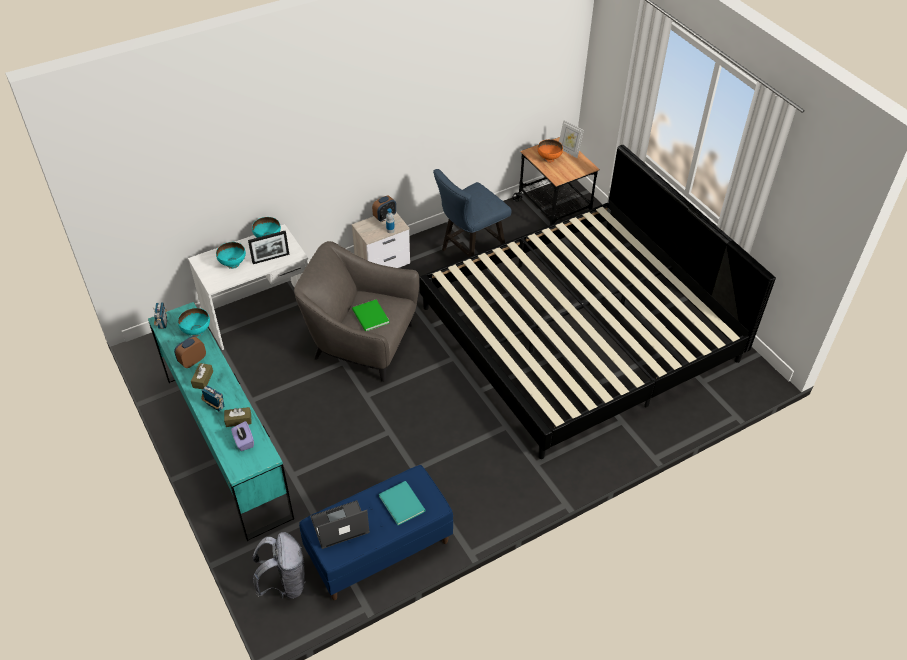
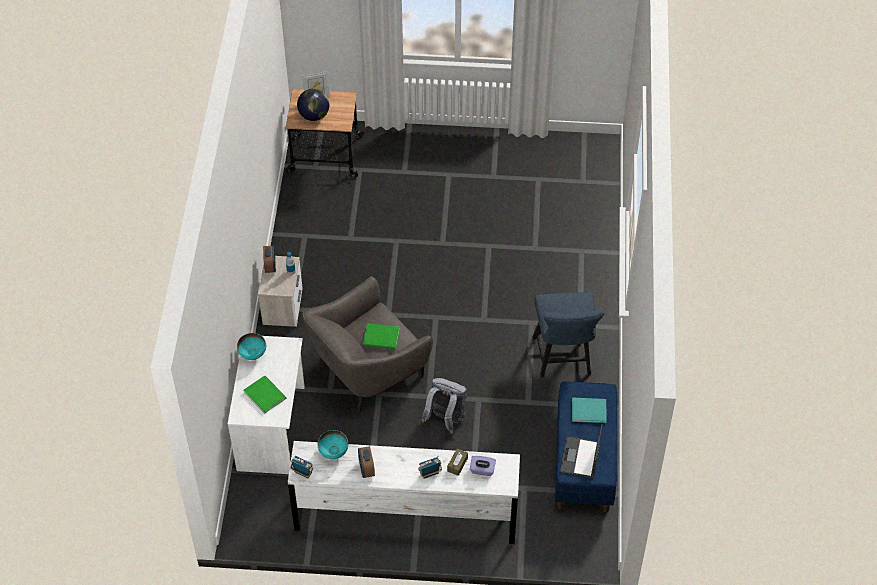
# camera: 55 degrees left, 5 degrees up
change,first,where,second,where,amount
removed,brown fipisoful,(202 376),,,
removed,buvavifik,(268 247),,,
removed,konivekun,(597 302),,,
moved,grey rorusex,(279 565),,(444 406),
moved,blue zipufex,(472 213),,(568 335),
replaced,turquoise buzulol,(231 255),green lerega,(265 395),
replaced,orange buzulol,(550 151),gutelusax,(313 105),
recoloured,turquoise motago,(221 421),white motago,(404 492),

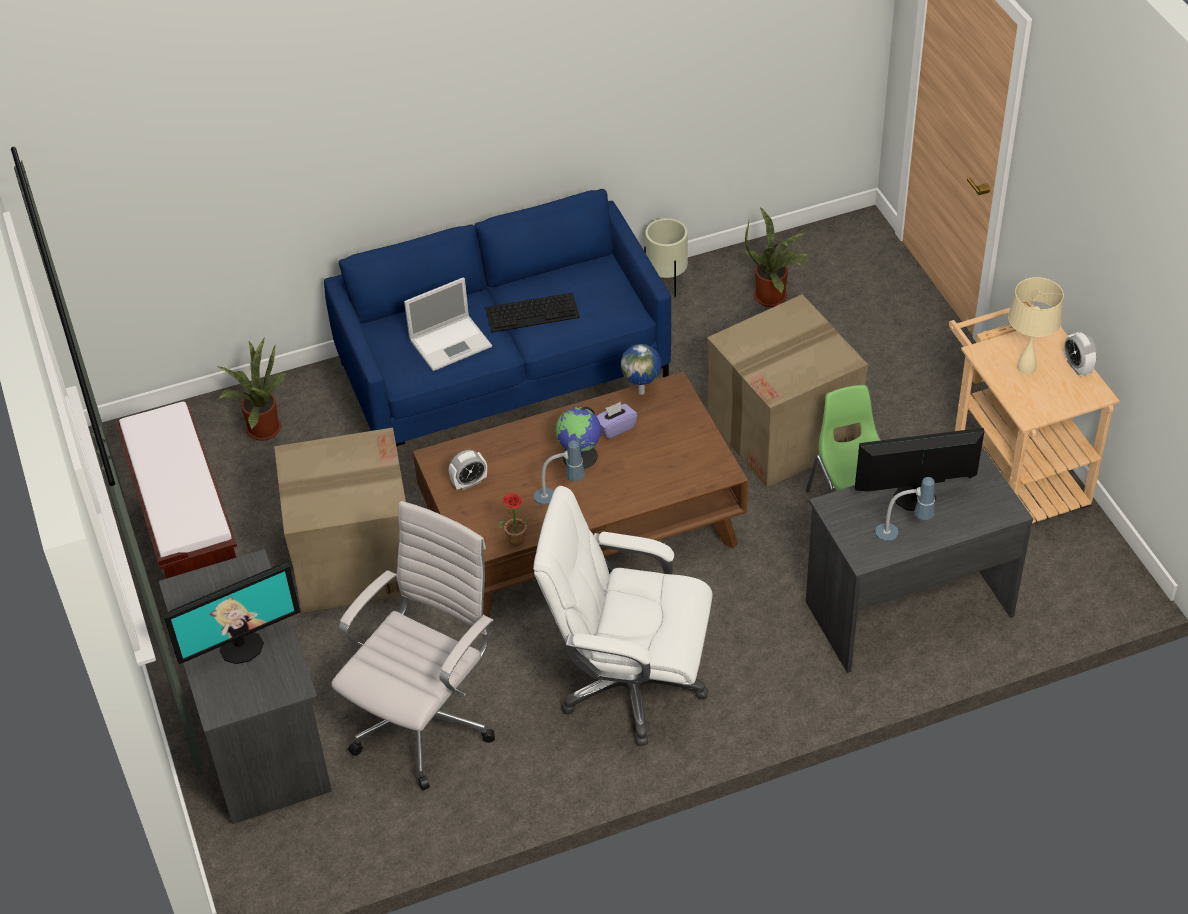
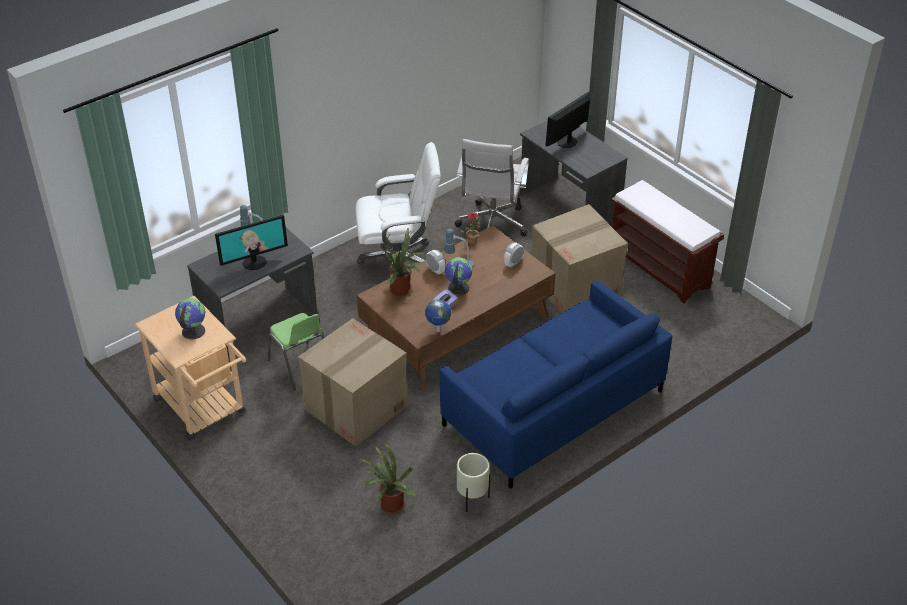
# camera: 160 degrees right, 5 degrees down
change,first,where,second,where,amount
removed,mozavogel,(448 324),,,
removed,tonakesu,(532 312),,,
moved,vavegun,(252 390),,(405 262),
moved,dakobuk,(1080 354),,(435 262),
replaced,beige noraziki,(1036 325),gutelusax,(190 318),

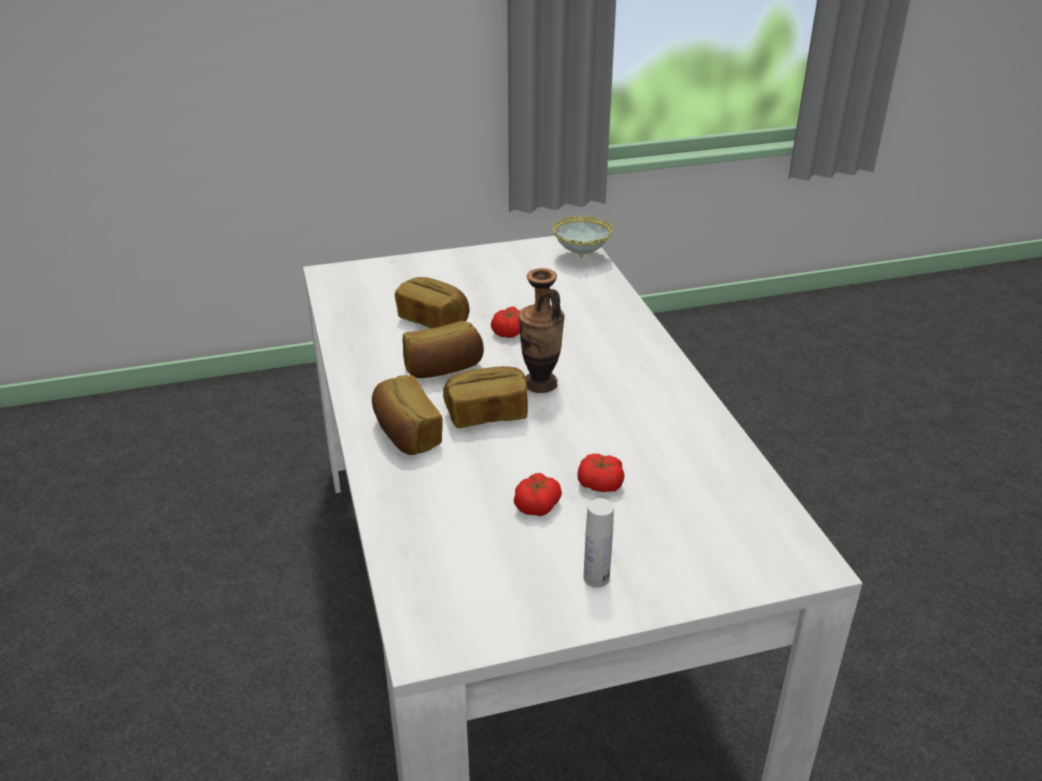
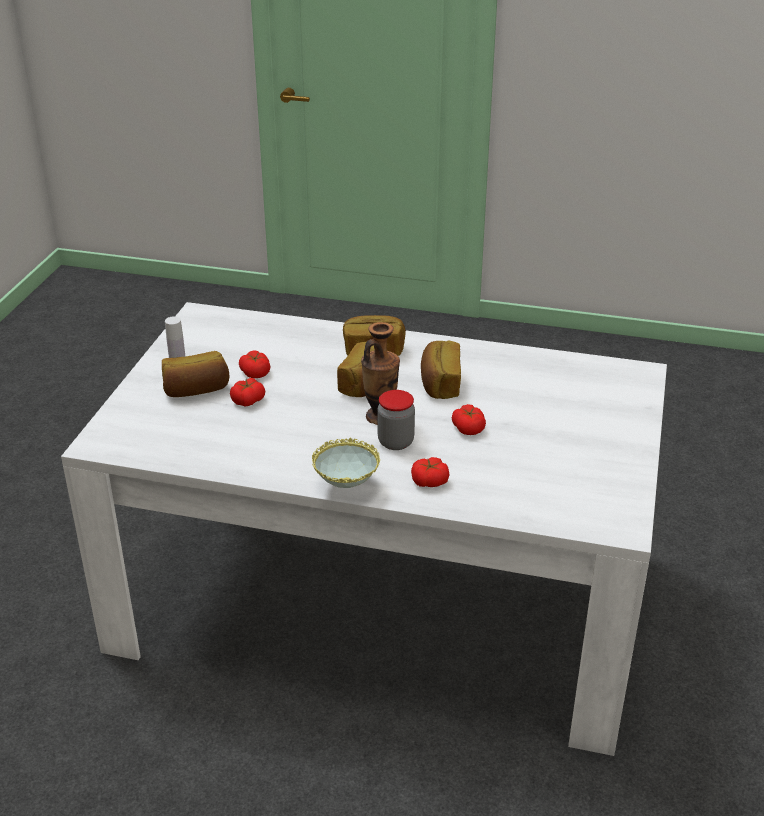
# camera: 120 degrees right, 0 degrees up
change,first,where,second,where,amount
added,,,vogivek,(396 420),
added,,,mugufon,(430 472),
moved,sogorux,(432 303),,(195 374),
moved,buzulol,(582 236),,(346 463),

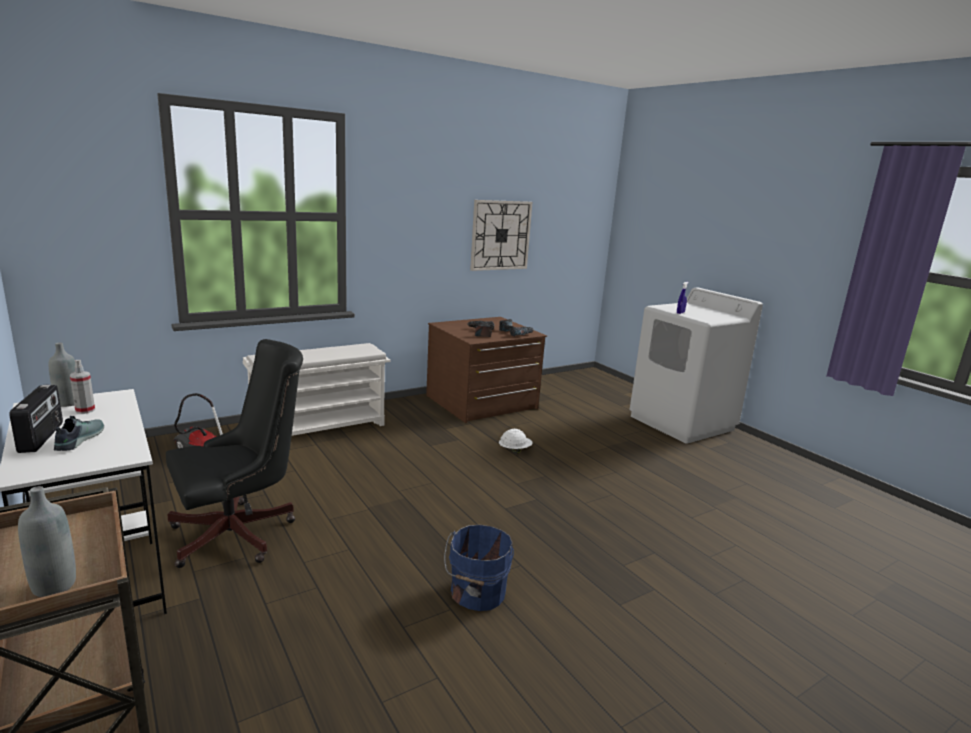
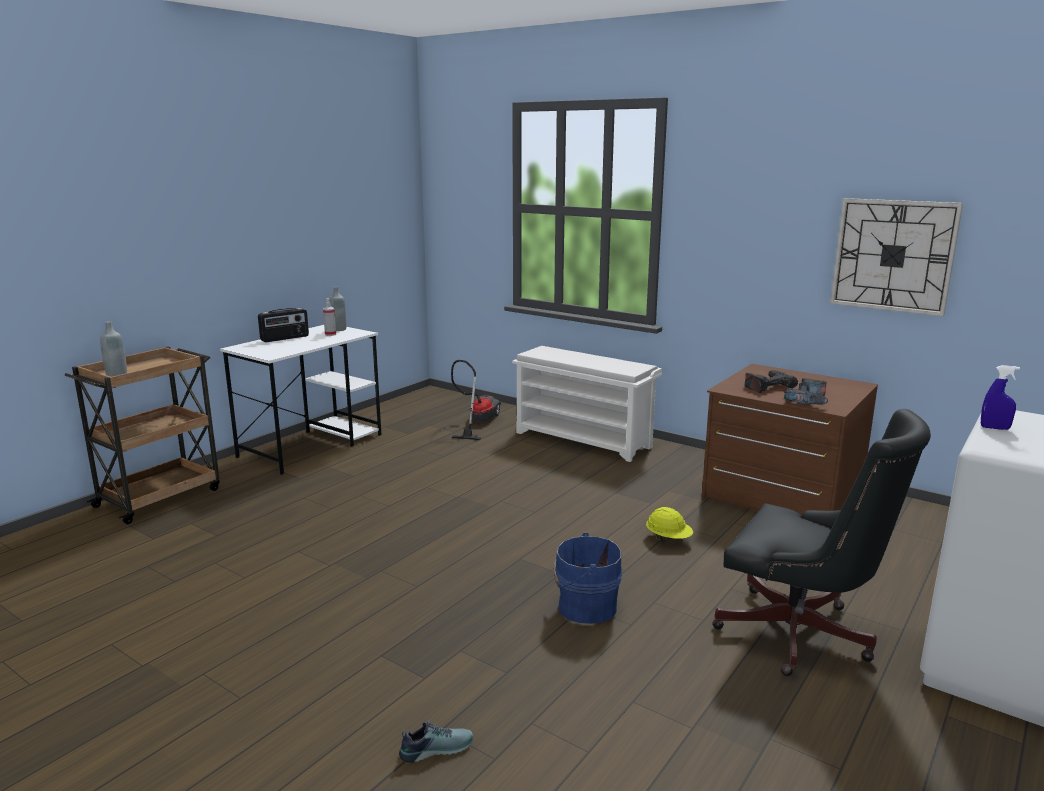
# camera: 70 degrees right, 0 degrees up
change,first,where,second,where,amount
moved,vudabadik,(79 433),,(436 742),
moved,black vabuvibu,(234 453),,(821 542),
moved,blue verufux,(479 568),,(588 578),
recoloured,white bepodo,(516 441),yellow bepodo,(669 524),

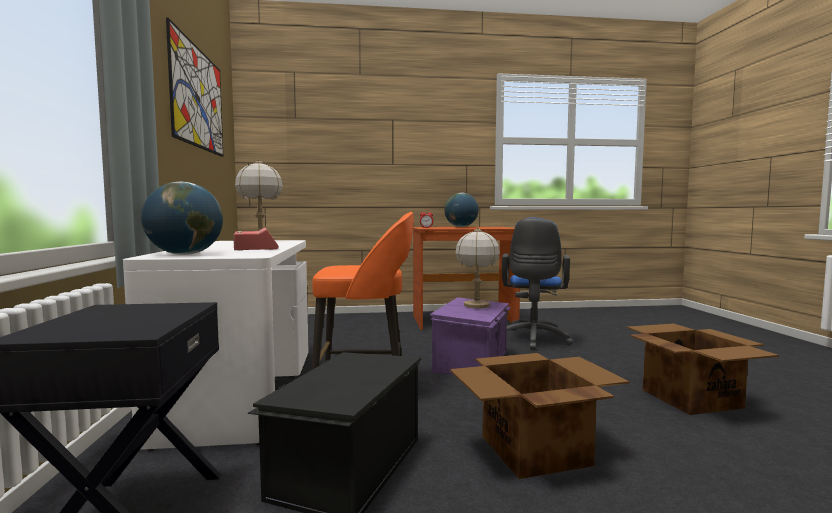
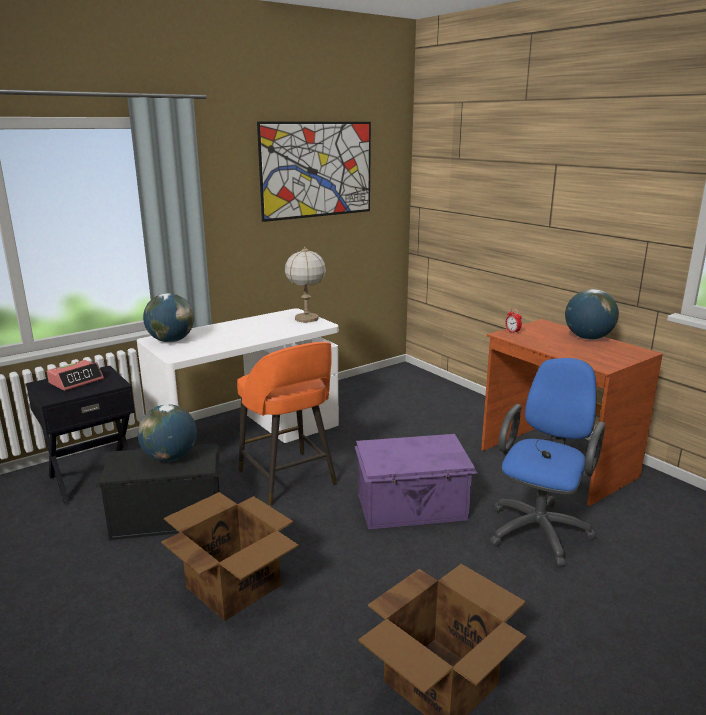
# camera: 60 degrees right, 15 degrees up
change,first,where,second,where,amount
removed,noraziki,(477 268),,,
added,,,gutelusax,(167 433),
moved,dakobuk,(256 239),,(75 375),
turned,blue vabuvibu,(537 284),,(547 462),135 degrees clockwise

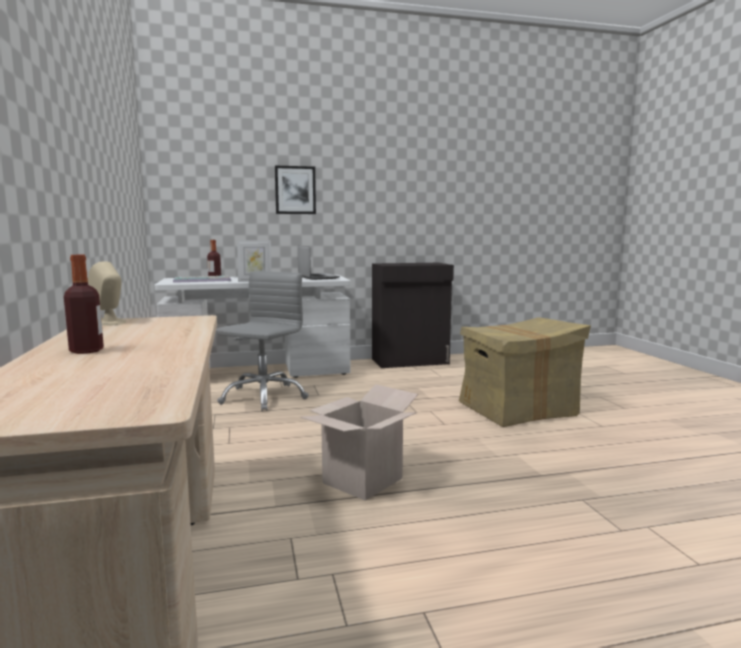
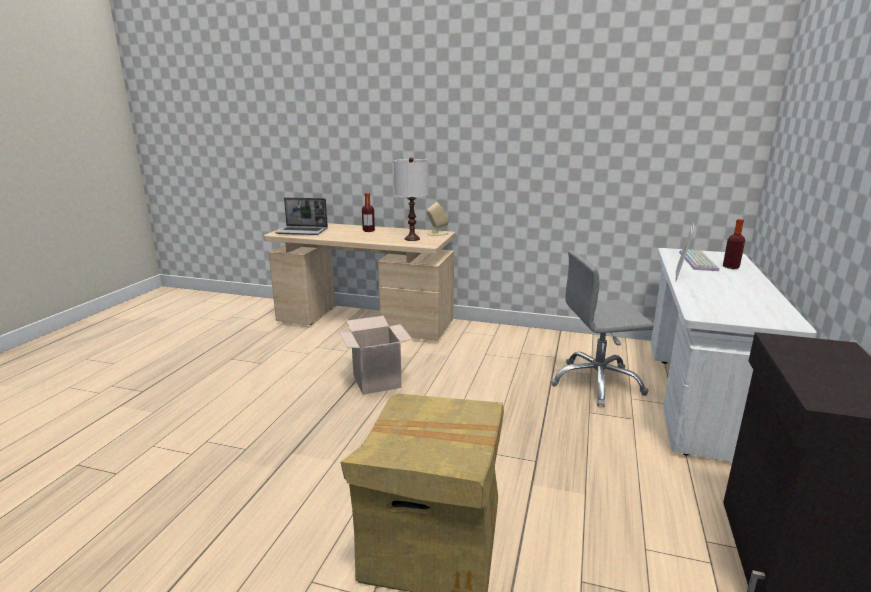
# camera: 120 degrees right, 10 degrees up
change,first,where,second,where,amount
removed,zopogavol,(295 190),,,
added,,,white noraziki,(411 199),
moved,mozavogel,(319 263),,(301 216),
turned,grey vabuvibu,(262 341),,(602 328),120 degrees clockwise

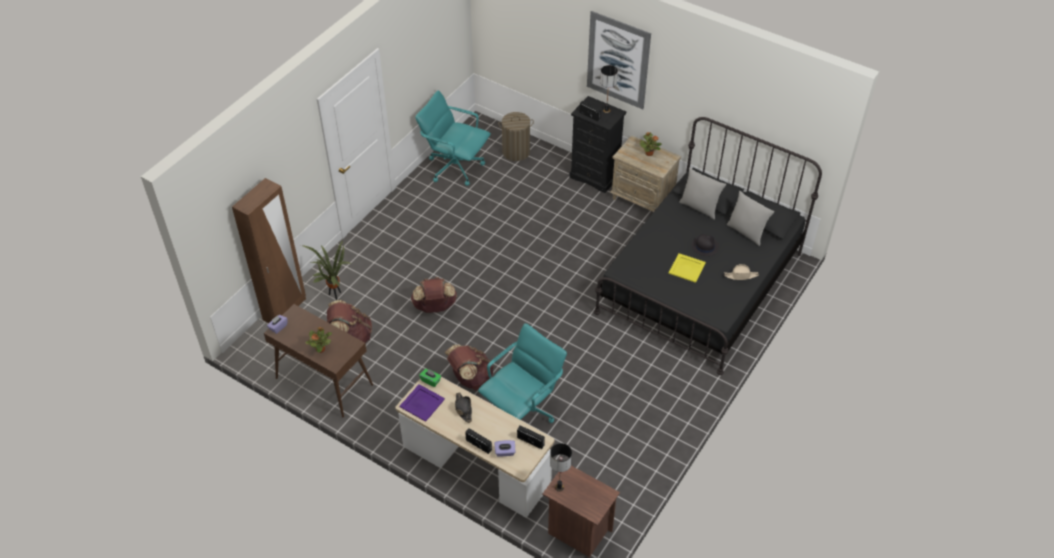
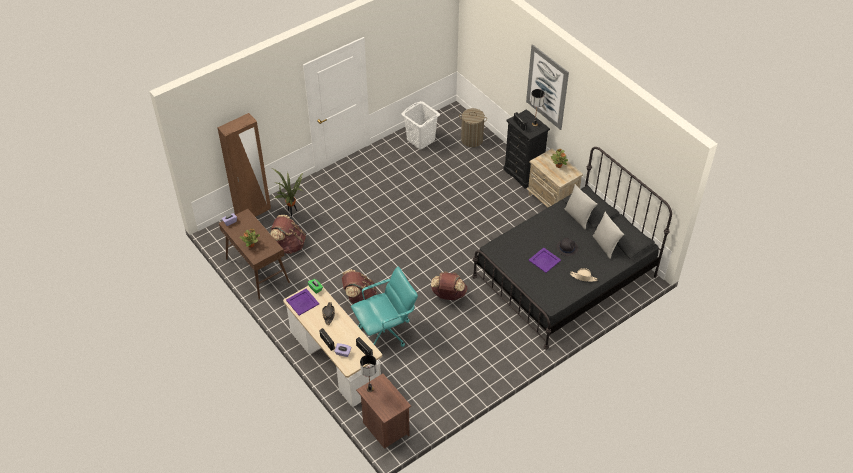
# camera: 20 degrees right, 0 degrees up
change,first,where,second,where,amount
moved,brown rorusex,(434 295),,(449 285),
replaced,turquoise vabuvibu,(453 138),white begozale,(421 125),
recoloured,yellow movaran,(687 268),purple movaran,(544 260),

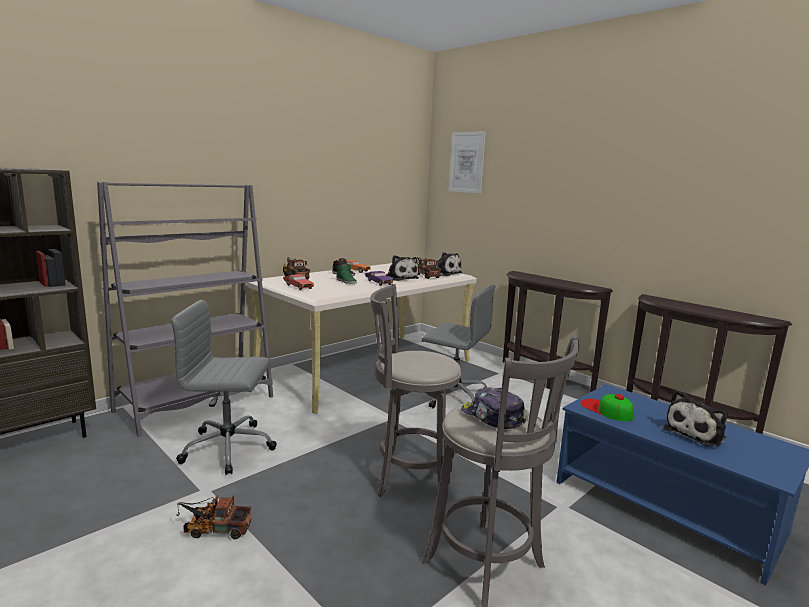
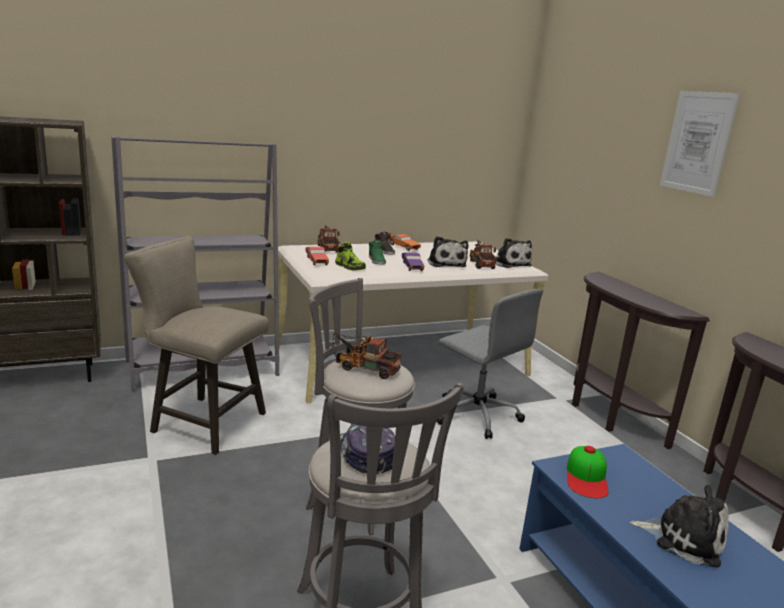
# camera: 20 degrees right, 5 degrees up
change,first,where,second,where,amount
added,,,vudabadik,(350 256),
moved,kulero,(213 517),,(366 356),
moved,zopogavol,(467 162),,(700 144),
replaced,grey vabuvibu,(224 387),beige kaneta,(196 345),
turned,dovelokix,(607 407),,(588 472),150 degrees counterclockwise
turned,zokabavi,(695 418),,(679 526),135 degrees counterclockwise

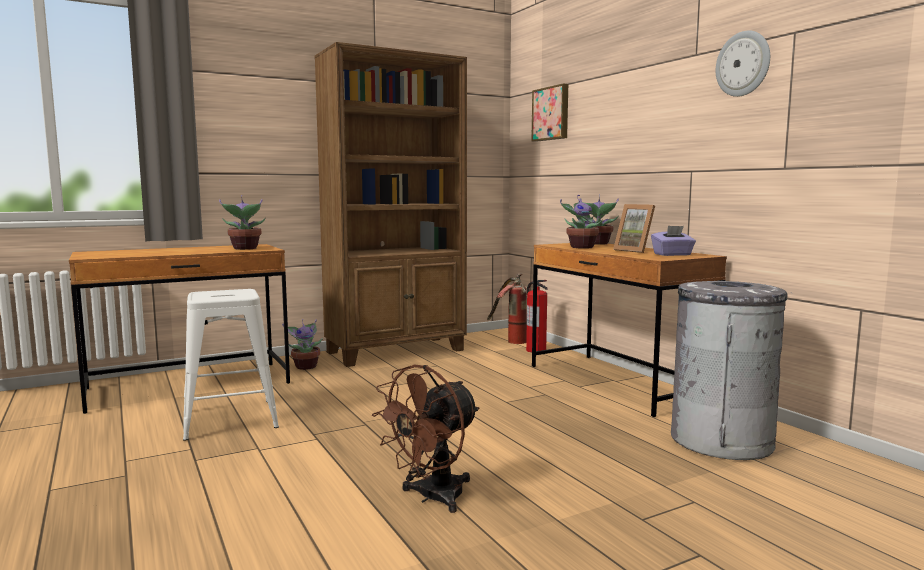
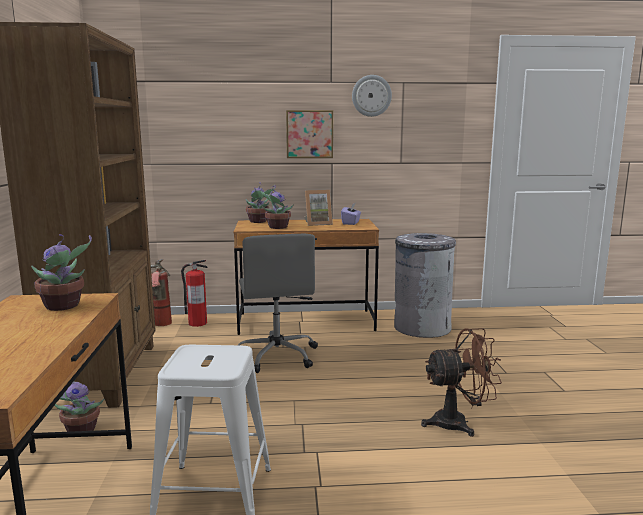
# camera: 65 degrees left, 5 degrees up
change,first,where,second,where,amount
added,,,grey vabuvibu,(278 303),
moved,zopogavol,(549 112),,(309 134),
turned,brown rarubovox,(425 438),,(461 382),75 degrees counterclockwise

